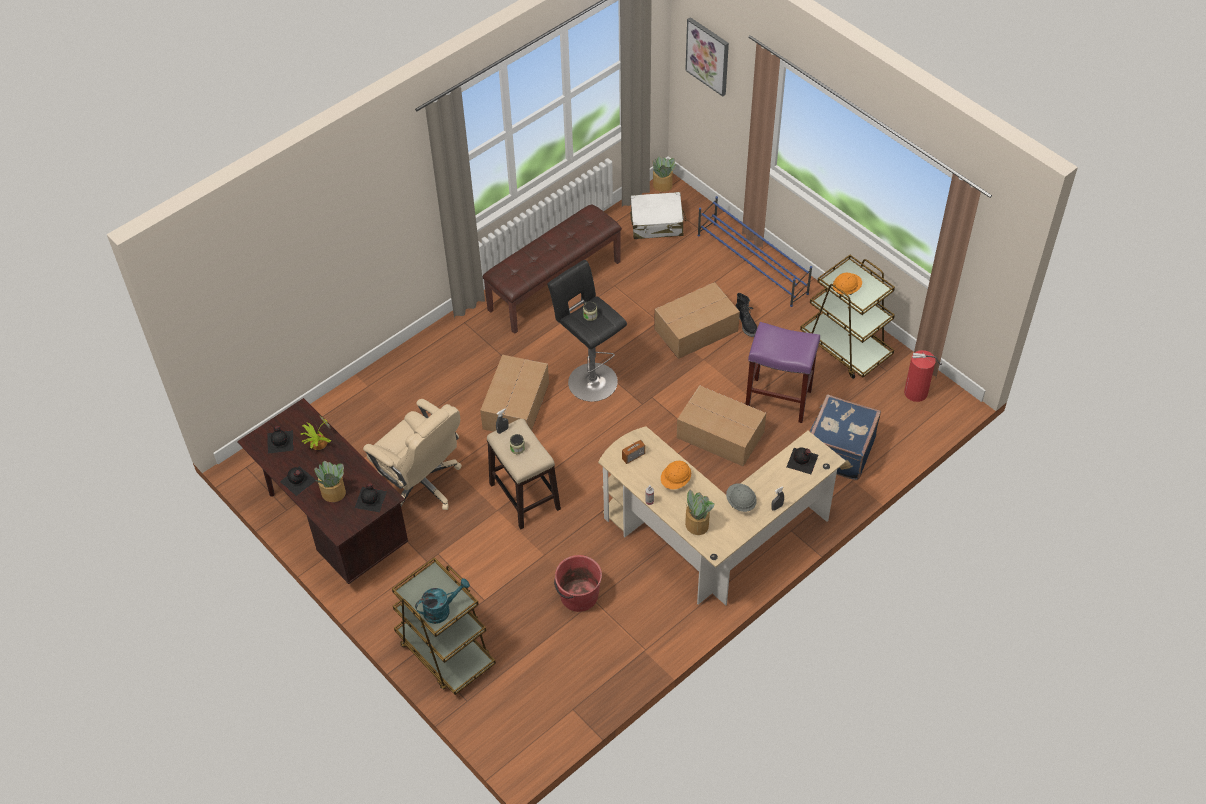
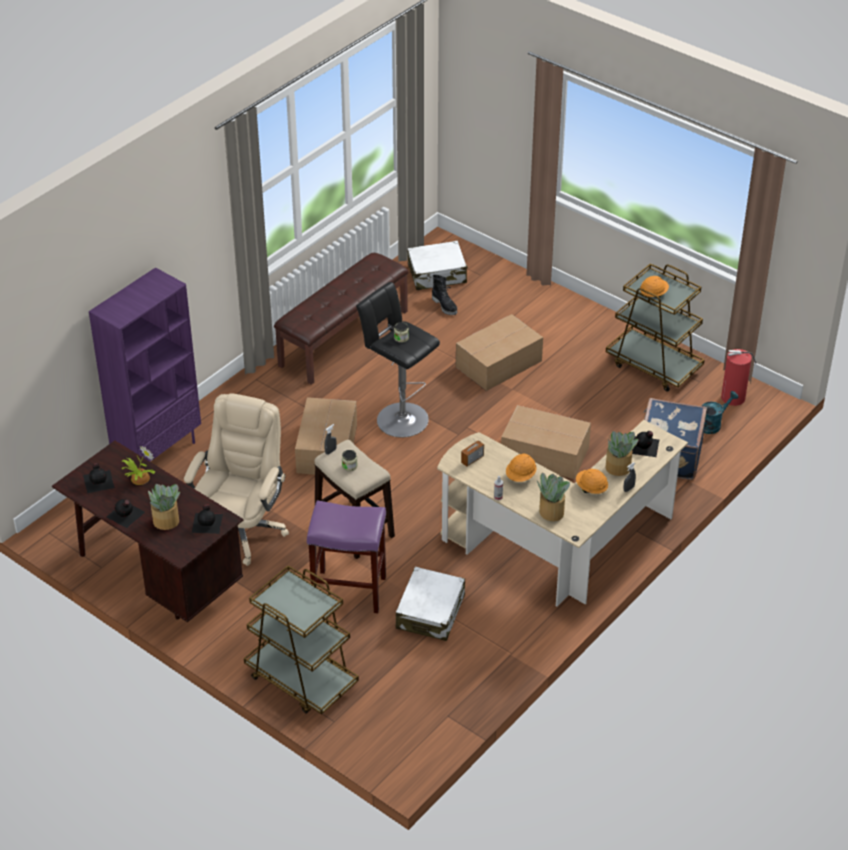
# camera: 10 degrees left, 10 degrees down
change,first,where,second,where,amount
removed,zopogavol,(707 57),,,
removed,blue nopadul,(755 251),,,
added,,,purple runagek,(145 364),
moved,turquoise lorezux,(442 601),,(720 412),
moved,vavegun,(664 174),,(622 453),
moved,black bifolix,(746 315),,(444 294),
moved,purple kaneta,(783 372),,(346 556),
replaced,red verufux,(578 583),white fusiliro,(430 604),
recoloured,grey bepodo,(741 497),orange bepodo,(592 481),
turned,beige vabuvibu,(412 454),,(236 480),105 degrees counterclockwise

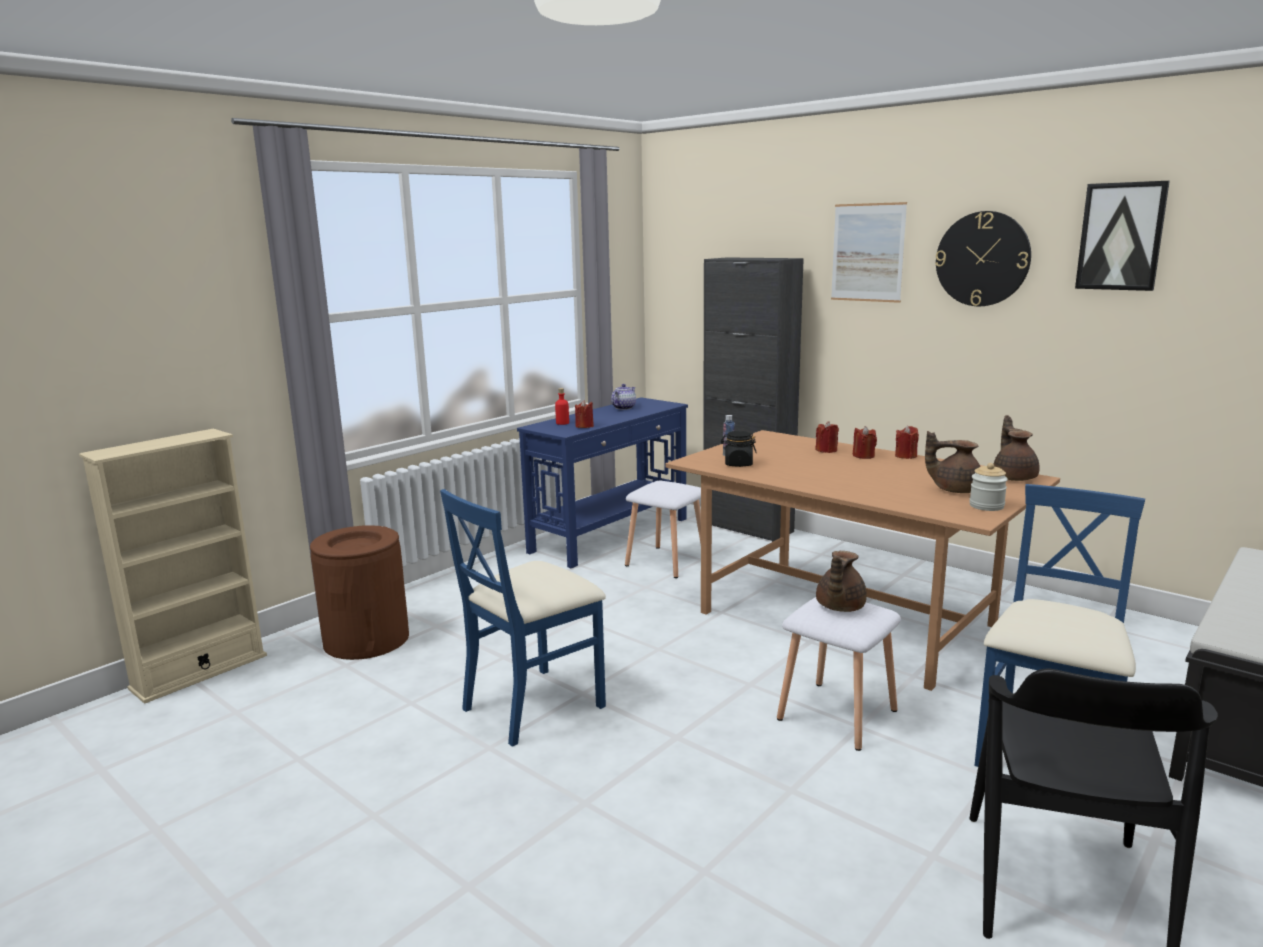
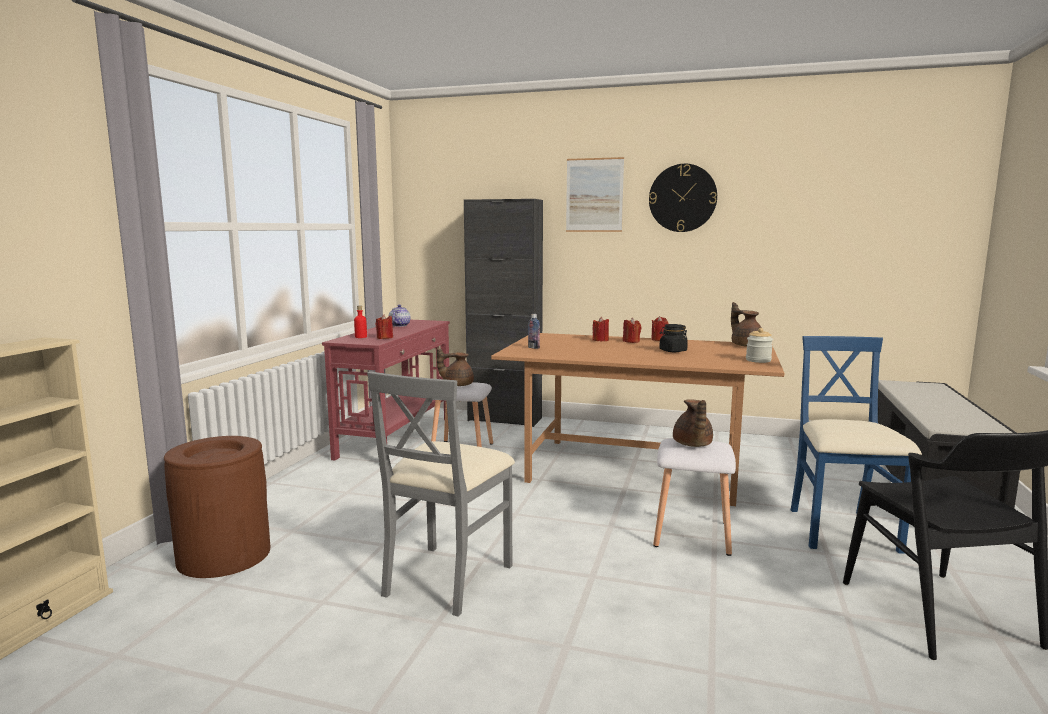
# camera: 25 degrees left, 5 degrees down
change,first,where,second,where,amount
removed,zopogavol,(1122 236),,,
moved,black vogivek,(739 449),,(673 338),
moved,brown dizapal,(952 462),,(455 367),
recoloured,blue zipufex,(523 618),grey zipufex,(441 494),
recoloured,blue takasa,(602 483),red takasa,(386 390),

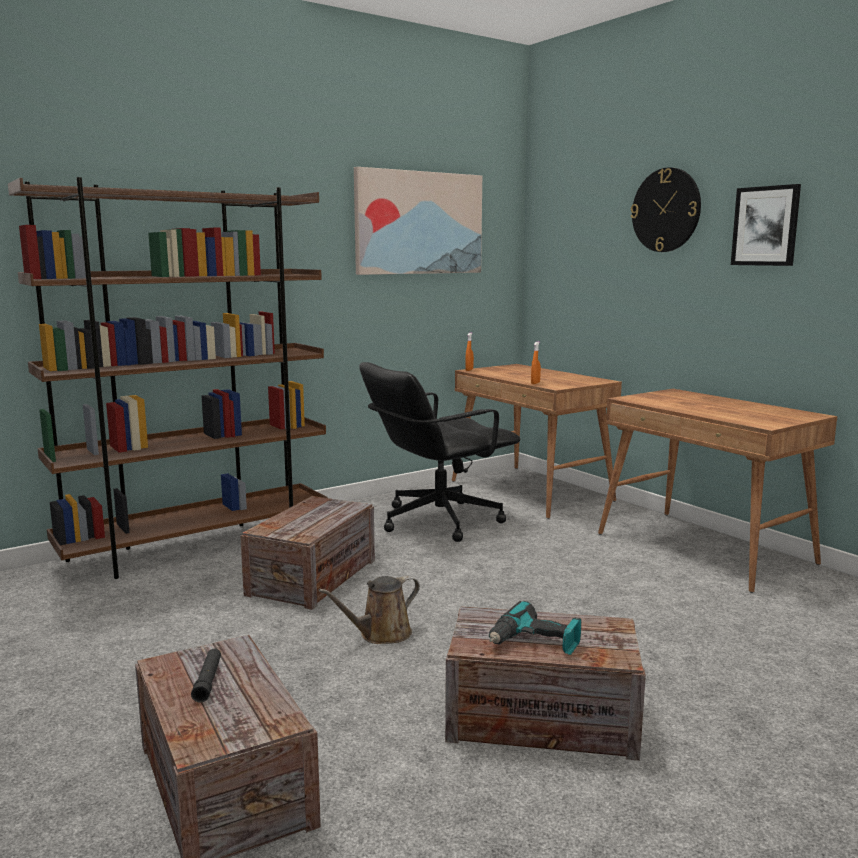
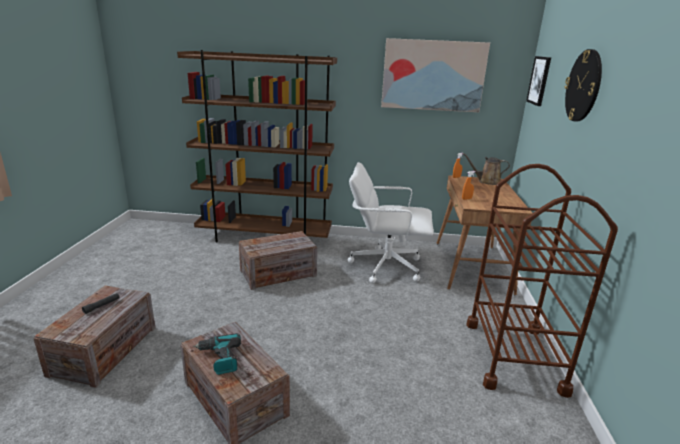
# camera: 40 degrees right, 10 degrees up
change,first,where,second,where,amount
moved,brown lorezux,(369 610),,(486 169),
moved,zopogavol,(766 225),,(538 81),
replaced,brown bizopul,(717 491),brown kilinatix,(542 281),
recoloured,black vabuvibu,(439 452),white vabuvibu,(391 222),

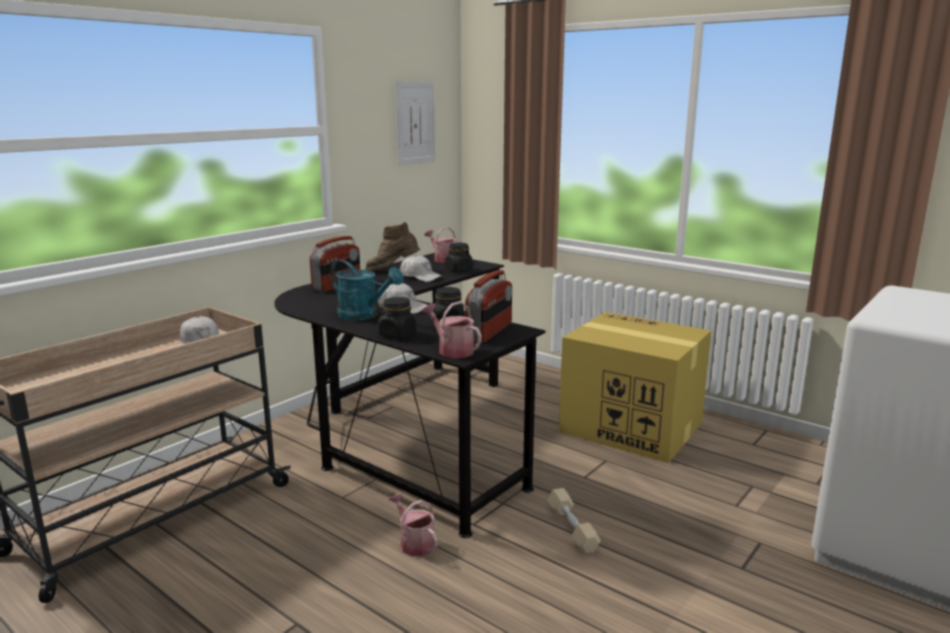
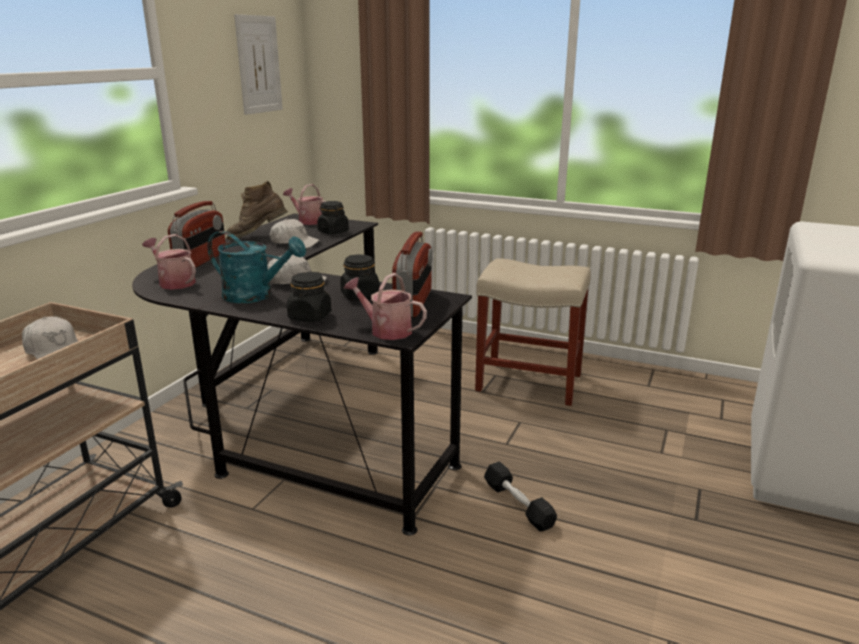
# camera: 15 degrees left, 5 degrees up
change,first,where,second,where,amount
moved,lorezux,(413 524),,(169 262),
replaced,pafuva,(635 387),beige kaneta,(533 332),
recoloured,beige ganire,(574 521),black ganire,(520 496),

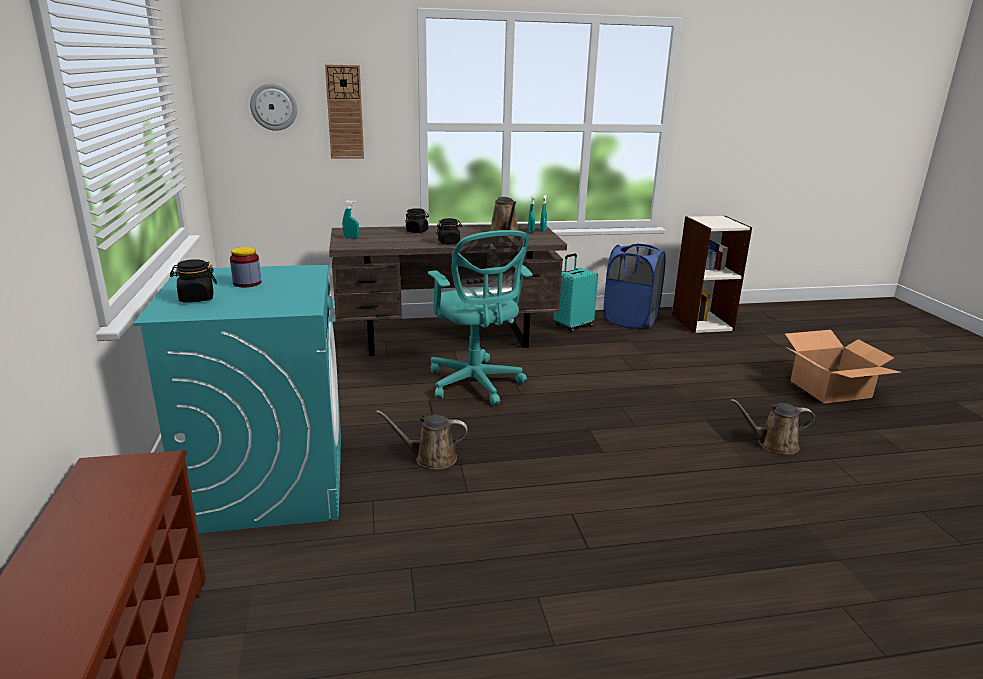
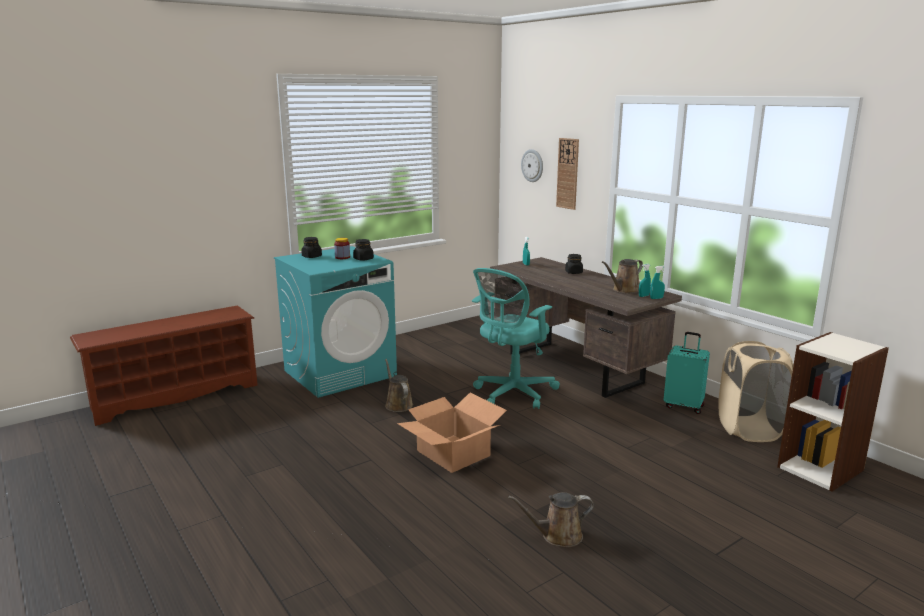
# camera: 65 degrees right, 5 degrees down
change,first,where,second,where,amount
moved,black vogivek,(449 231),,(363 250),
moved,pafuva,(843 366),,(452 432),
recoloured,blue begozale,(635 286),beige begozale,(755 391),
turned,brown lorezux,(773 427),,(551 519),75 degrees counterclockwise

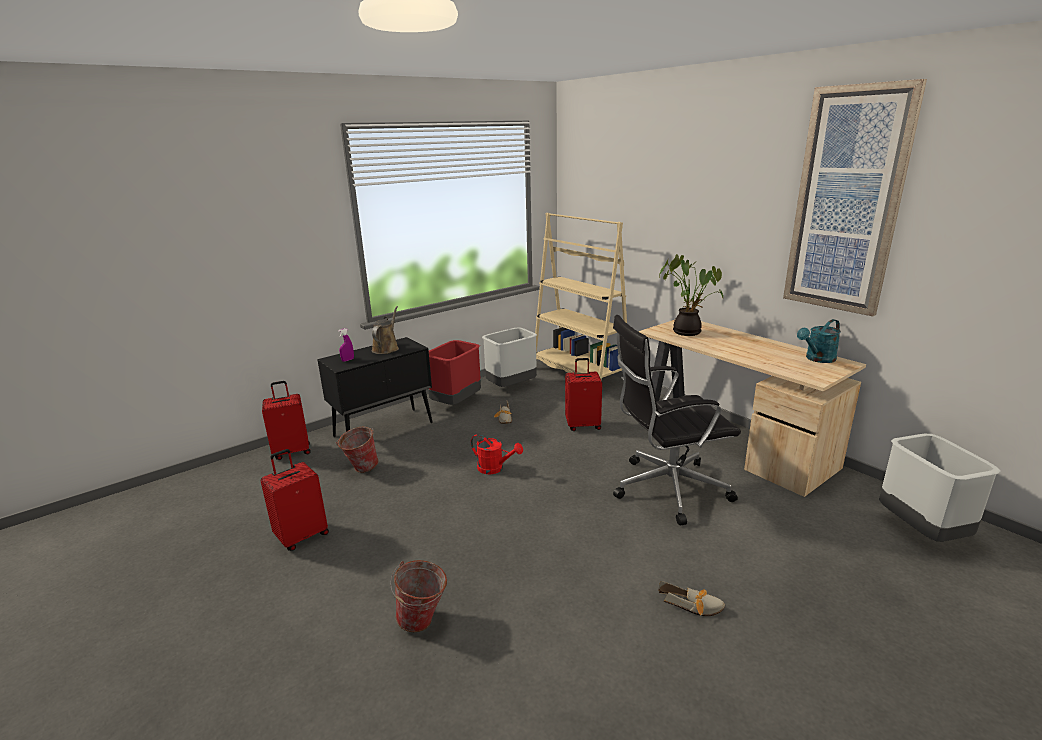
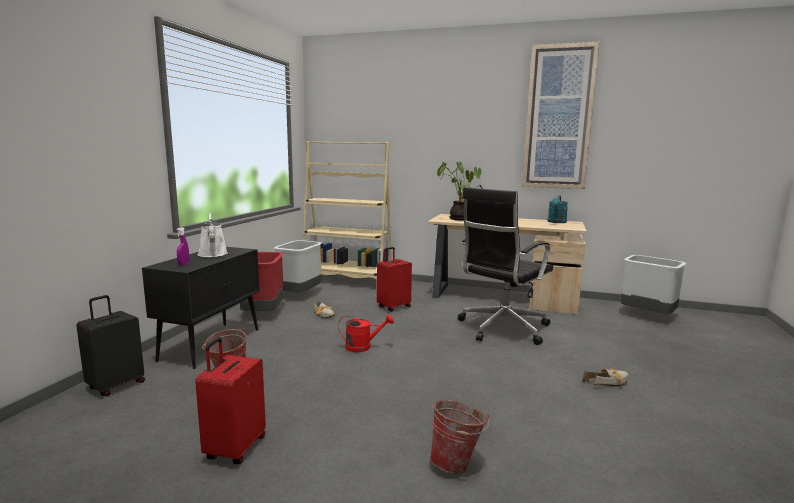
# camera: 35 degrees left, 10 degrees down
change,first,where,second,where,amount
recoloured,red fusiliro,(286 420),black fusiliro,(110 345),
recoloured,brown lorezux,(385 330),white lorezux,(212 235),

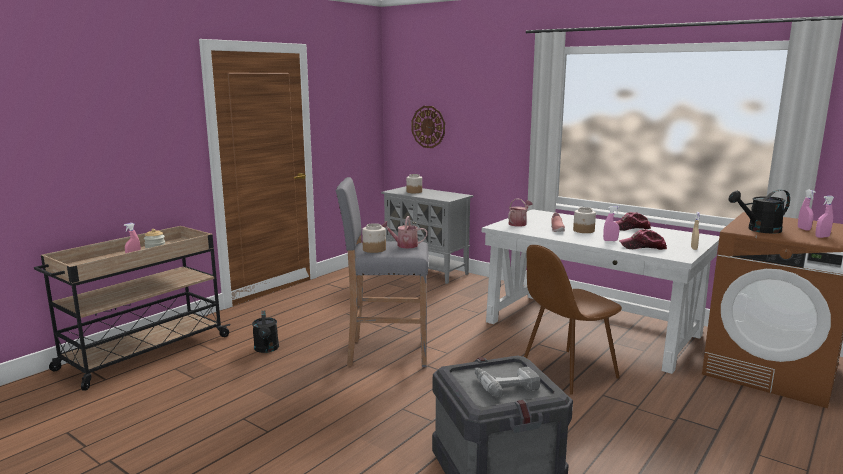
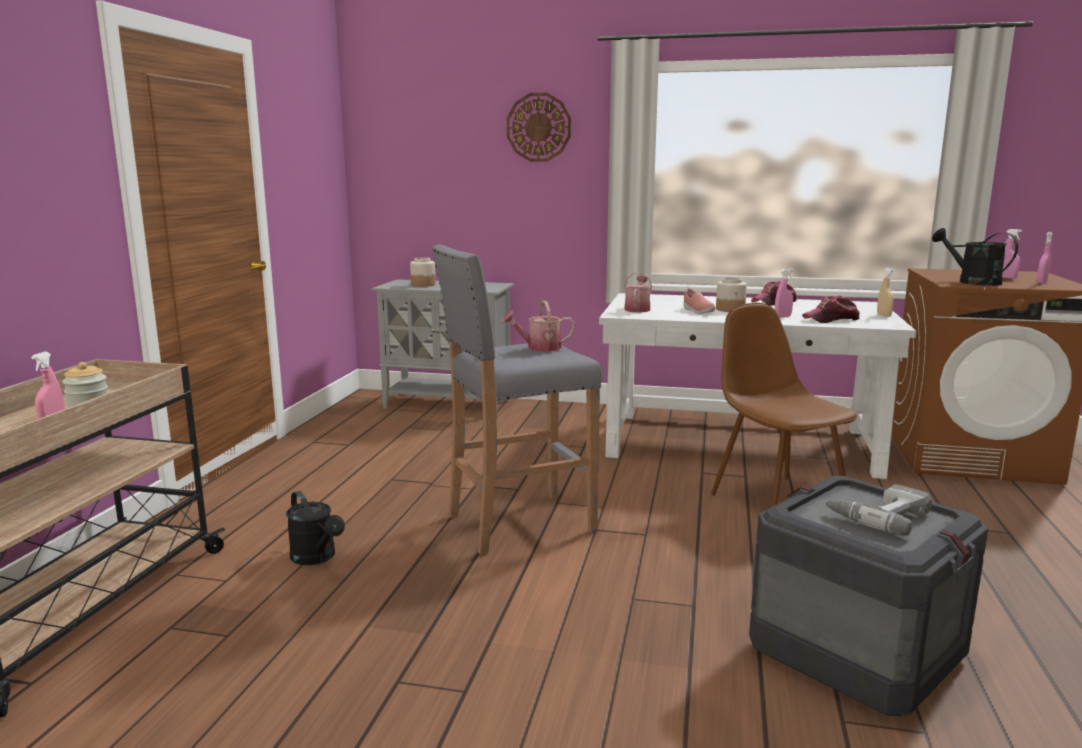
# camera: 25 degrees left, 0 degrees up
change,first,where,second,where,amount
removed,vogivek,(374 238),,,
moved,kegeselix,(428 127),,(538 127),
turned,brown zipufex,(573 319),,(784 405),120 degrees clockwise
turned,black lorezux,(759 211),,(975 257),90 degrees clockwise

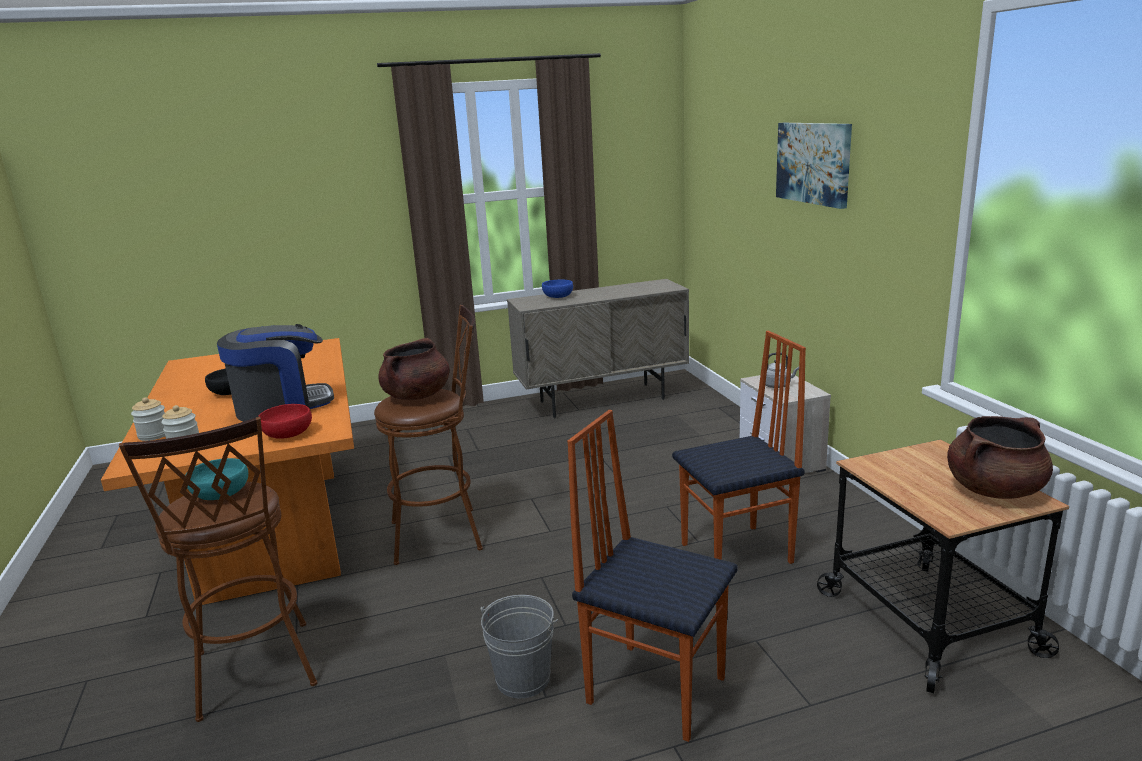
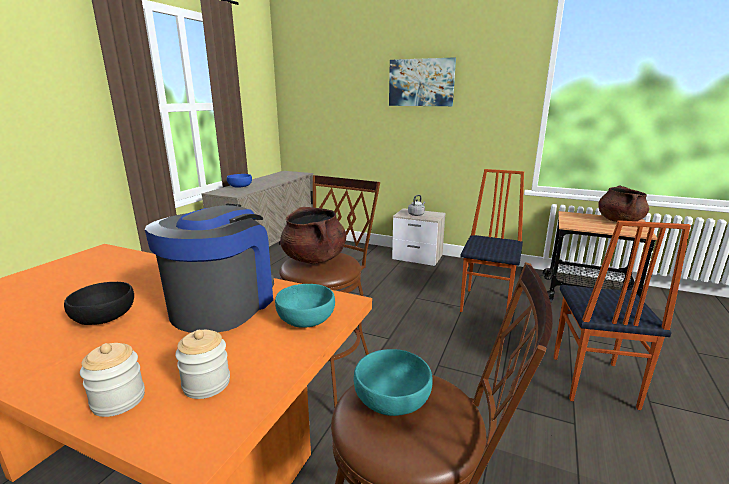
# camera: 50 degrees left, 0 degrees up
change,first,where,second,where,amount
removed,grey verufux,(519 646),,,
recoloured,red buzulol,(285 421),turquoise buzulol,(305 306),
turned,zipufex,(652 576),,(622 315),60 degrees counterclockwise

